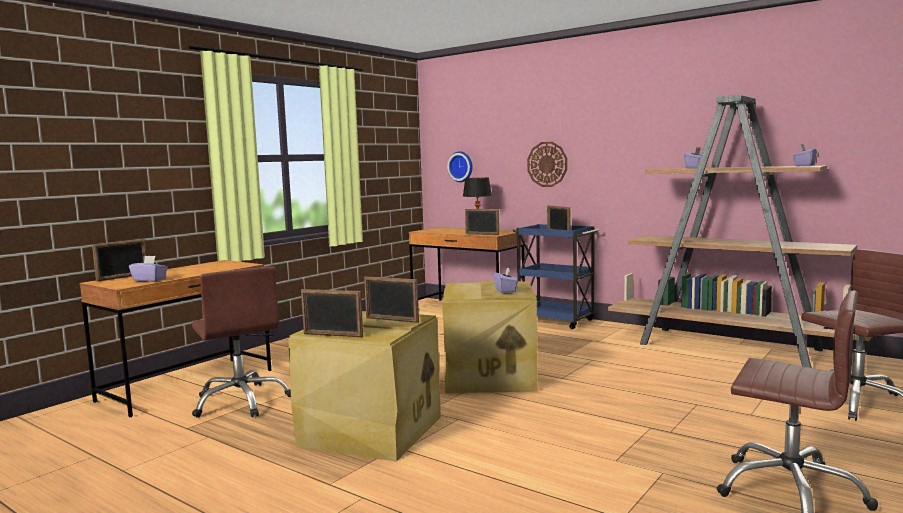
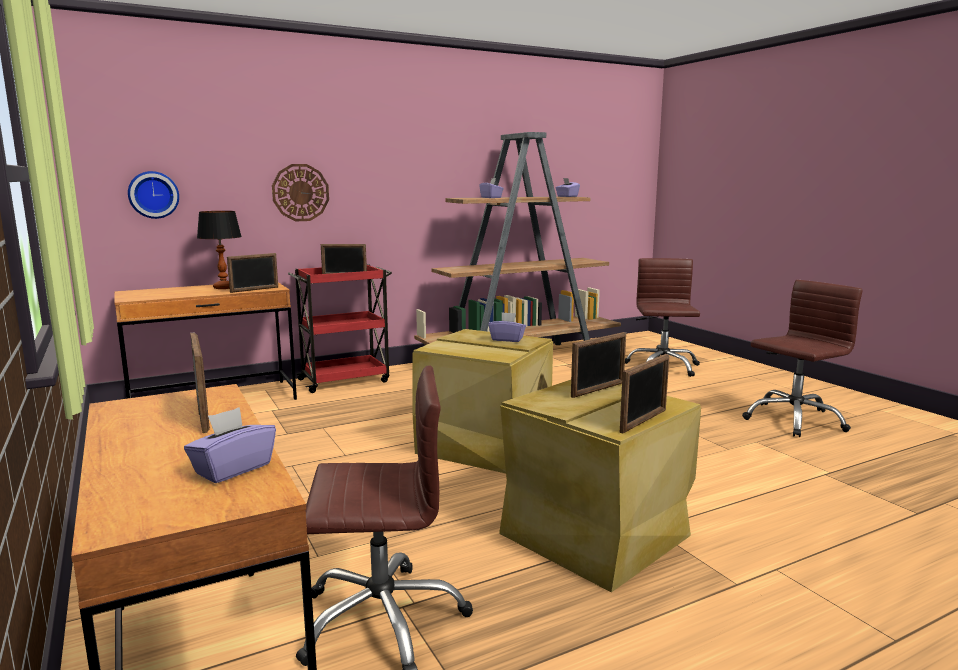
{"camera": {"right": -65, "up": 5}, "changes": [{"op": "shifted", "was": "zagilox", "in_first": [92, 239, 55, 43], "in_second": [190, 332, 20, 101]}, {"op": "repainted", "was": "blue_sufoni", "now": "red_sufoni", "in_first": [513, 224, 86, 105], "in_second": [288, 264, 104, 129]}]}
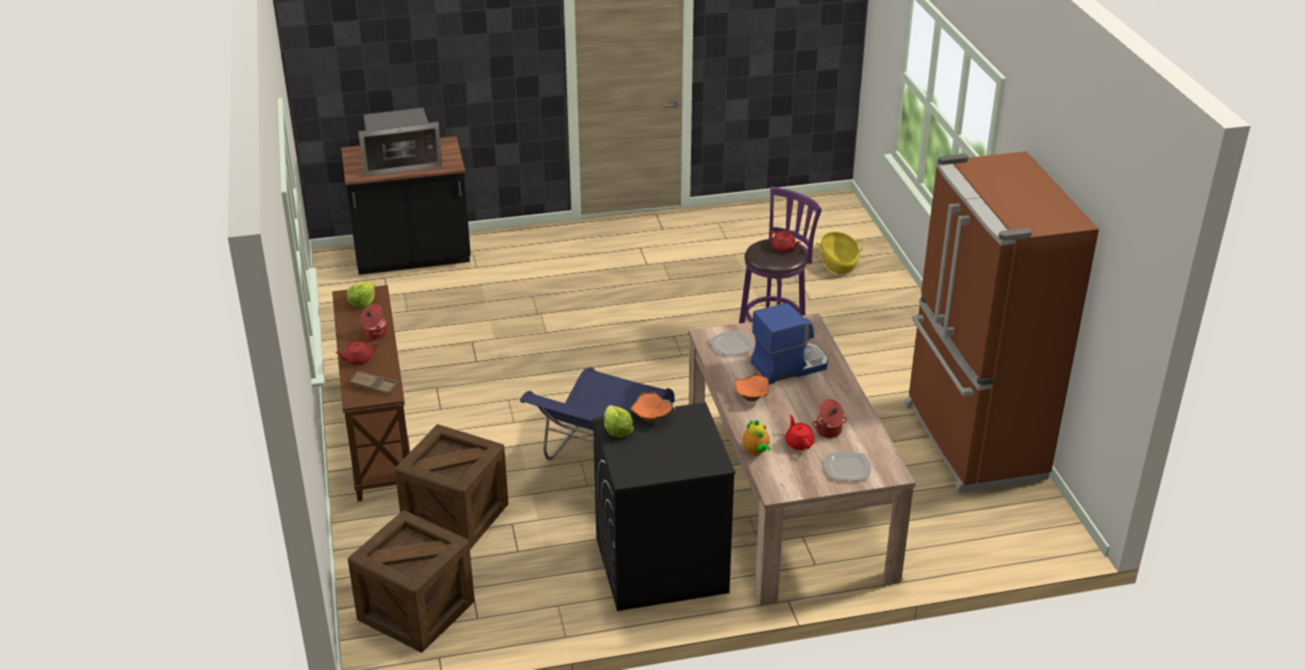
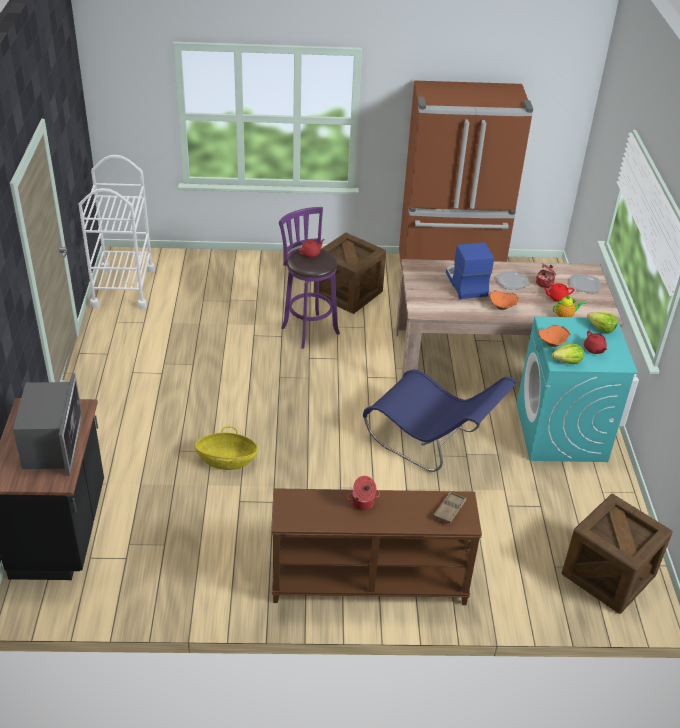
{"camera": {"right": -80, "up": 5}, "changes": [{"op": "shifted", "was": "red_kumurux", "in_first": [335, 341, 42, 24], "in_second": [584, 331, 23, 23]}, {"op": "shifted", "was": "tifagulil", "in_first": [347, 281, 28, 27], "in_second": [587, 312, 30, 21]}, {"op": "shifted", "was": "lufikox", "in_first": [395, 424, 113, 125], "in_second": [314, 232, 72, 82]}, {"op": "repainted", "was": "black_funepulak", "now": "turquoise_funepulak", "in_first": [593, 402, 142, 209], "in_second": [517, 317, 121, 145]}, {"op": "shifted", "was": "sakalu", "in_first": [709, 330, 46, 26], "in_second": [496, 271, 34, 18]}, {"op": "shifted", "was": "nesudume", "in_first": [816, 231, 48, 43], "in_second": [195, 426, 63, 44]}, {"op": "new", "now": "white_sufoni", "in_second": [79, 155, 76, 154]}]}
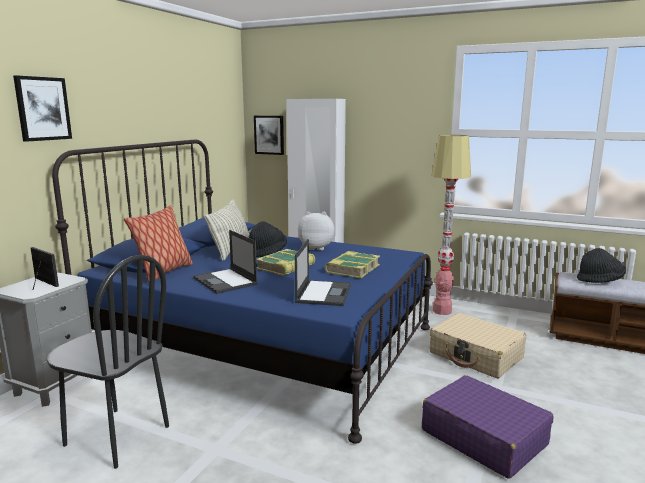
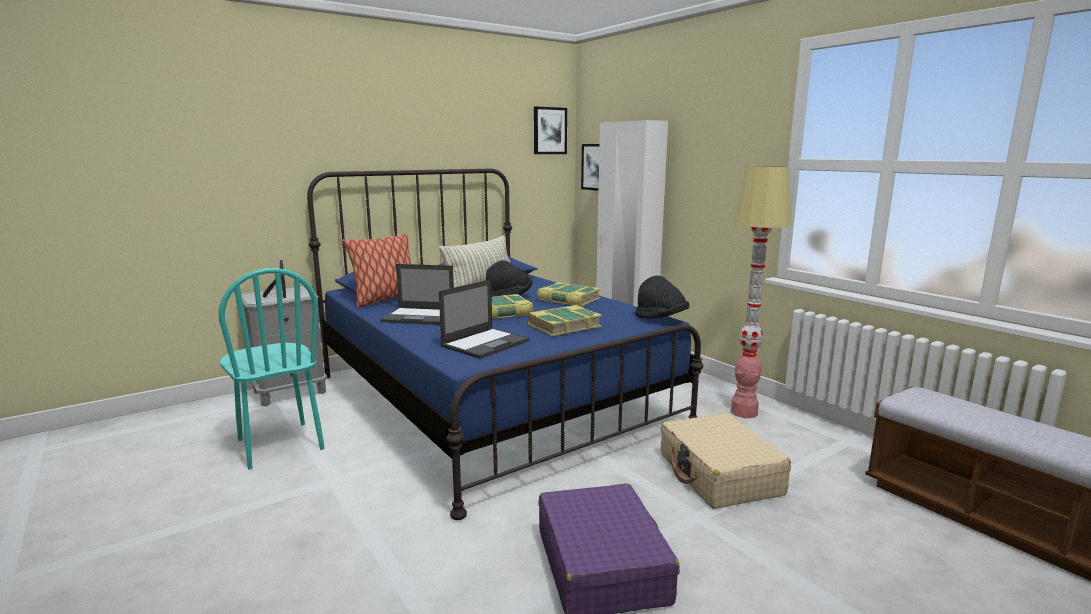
{"camera": {"right": 30, "up": 0}, "changes": [{"op": "shifted", "was": "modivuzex", "in_first": [13, 75, 59, 67], "in_second": [534, 106, 33, 48]}, {"op": "repainted", "was": "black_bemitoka", "now": "turquoise_bemitoka", "in_first": [46, 255, 123, 214], "in_second": [219, 268, 106, 202]}, {"op": "rotated", "was": "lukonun", "in_first": [194, 230, 64, 64], "in_second": [380, 264, 74, 61], "clockwise": -75}, {"op": "swapped", "was": "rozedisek", "now": "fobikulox", "in_first": [298, 211, 37, 40], "in_second": [537, 282, 64, 25]}, {"op": "shifted", "was": "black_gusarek", "in_first": [577, 248, 49, 35], "in_second": [635, 275, 54, 44]}]}
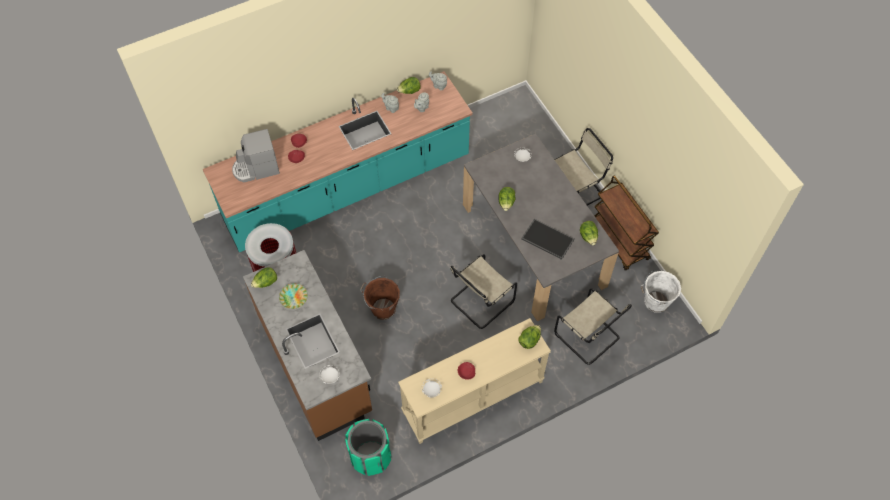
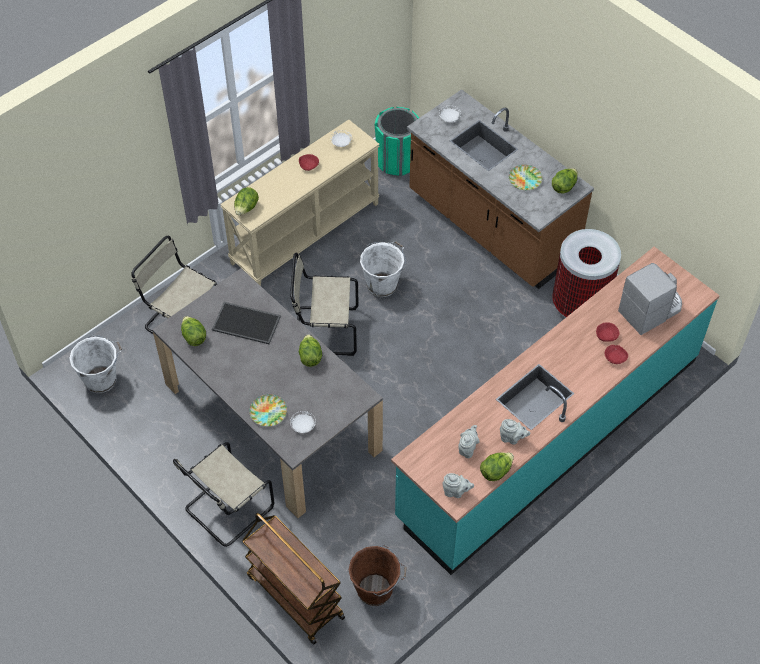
{"camera": {"right": 165, "up": -5}, "changes": [{"op": "shifted", "was": "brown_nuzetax", "in_first": [360, 276, 40, 44], "in_second": [348, 545, 59, 61]}, {"op": "rotated", "was": "beige_bemitoka", "in_first": [450, 254, 67, 75], "in_second": [290, 253, 69, 103], "clockwise": -120}, {"op": "shifted", "was": "brown_sufoni", "in_first": [594, 176, 65, 95], "in_second": [242, 512, 103, 132]}, {"op": "new", "now": "sakalu", "in_second": [249, 394, 38, 33]}, {"op": "new", "now": "white_nuzetax", "in_second": [360, 241, 46, 56]}]}
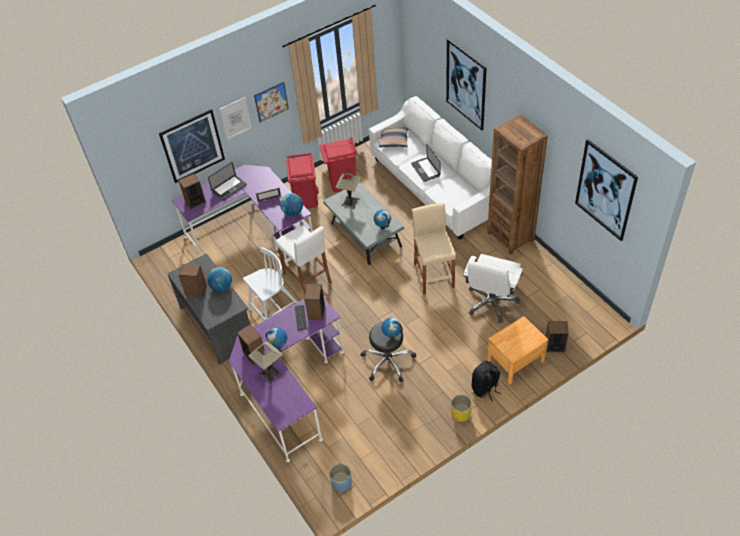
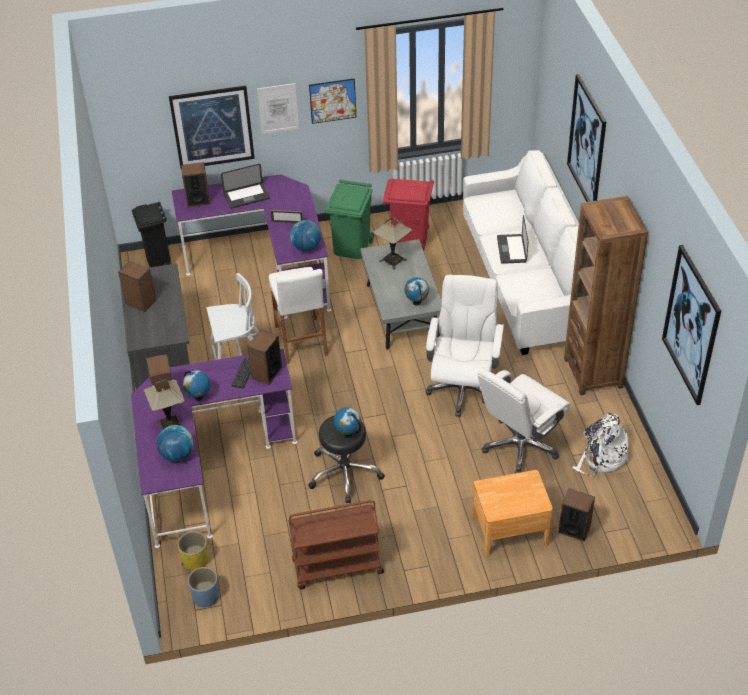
{"camera": {"right": 20, "up": -5}, "changes": [{"op": "shifted", "was": "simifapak", "in_first": [207, 267, 25, 25], "in_second": [157, 425, 36, 37]}, {"op": "repainted", "was": "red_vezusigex", "now": "green_vezusigex", "in_first": [286, 153, 33, 55], "in_second": [325, 180, 49, 79]}, {"op": "gone", "was": "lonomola", "in_first": [379, 127, 30, 21]}, {"op": "swapped", "was": "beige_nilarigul", "now": "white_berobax", "in_first": [412, 203, 44, 92], "in_second": [426, 275, 78, 142]}, {"op": "shifted", "was": "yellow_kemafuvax", "in_first": [451, 394, 21, 28], "in_second": [178, 531, 31, 40]}, {"op": "gone", "was": "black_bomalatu", "in_first": [472, 361, 29, 40]}, {"op": "new", "now": "black_vezusigex", "in_second": [132, 201, 39, 66]}, {"op": "new", "now": "brown_sufoni", "in_second": [288, 500, 96, 89]}, {"op": "new", "now": "white_bomalatu", "in_second": [572, 413, 57, 64]}]}
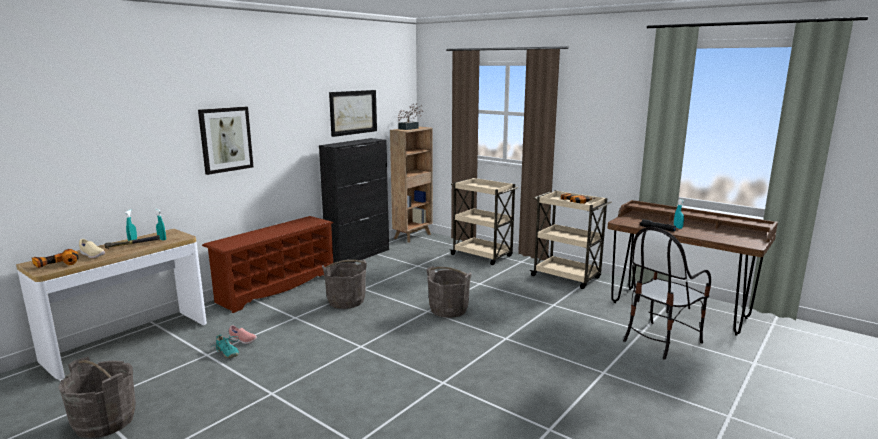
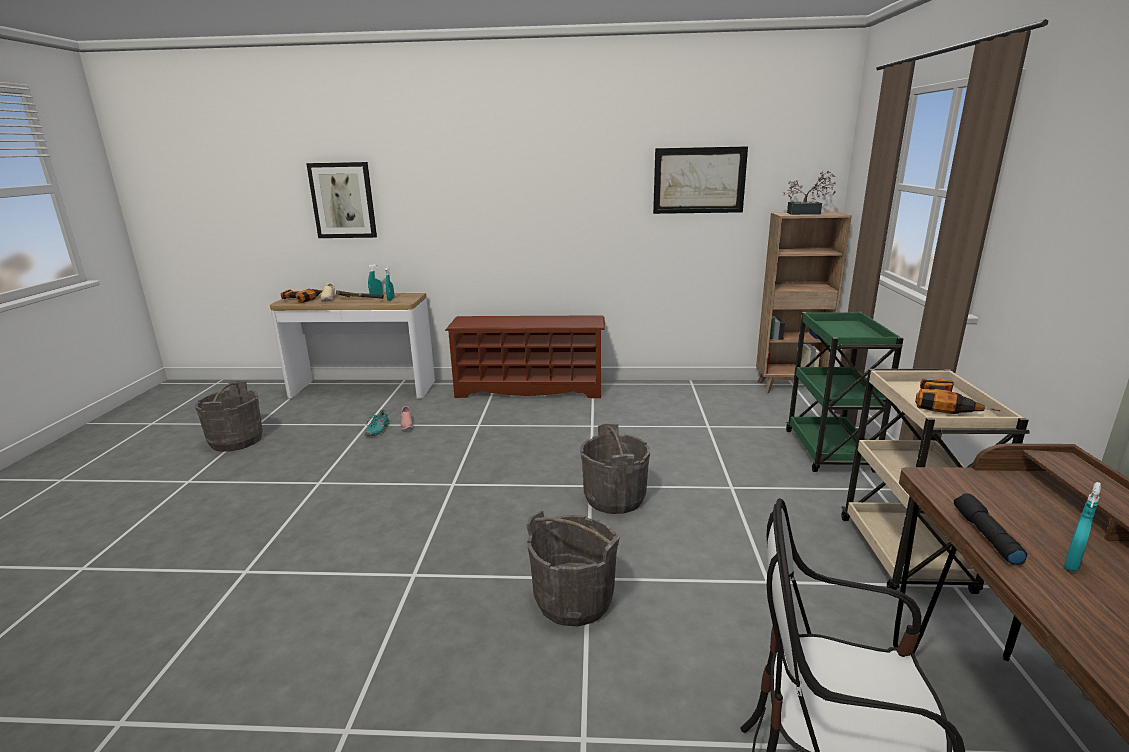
{"camera": {"right": 55, "up": 5}, "changes": [{"op": "shifted", "was": "modivuzex", "in_first": [198, 107, 56, 68], "in_second": [306, 162, 71, 76]}, {"op": "gone", "was": "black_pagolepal", "in_first": [319, 138, 70, 127]}, {"op": "shifted", "was": "grey_nuzetax", "in_first": [322, 259, 45, 50], "in_second": [526, 511, 94, 115]}, {"op": "repainted", "was": "beige_sufoni", "now": "green_sufoni", "in_first": [450, 178, 68, 87], "in_second": [786, 312, 118, 161]}]}
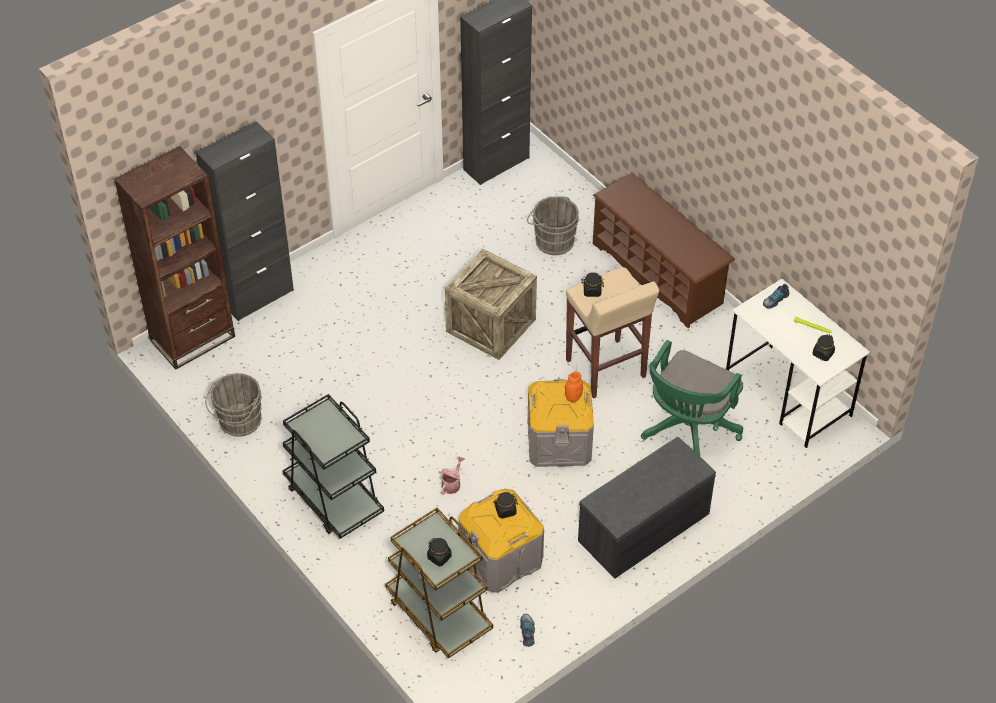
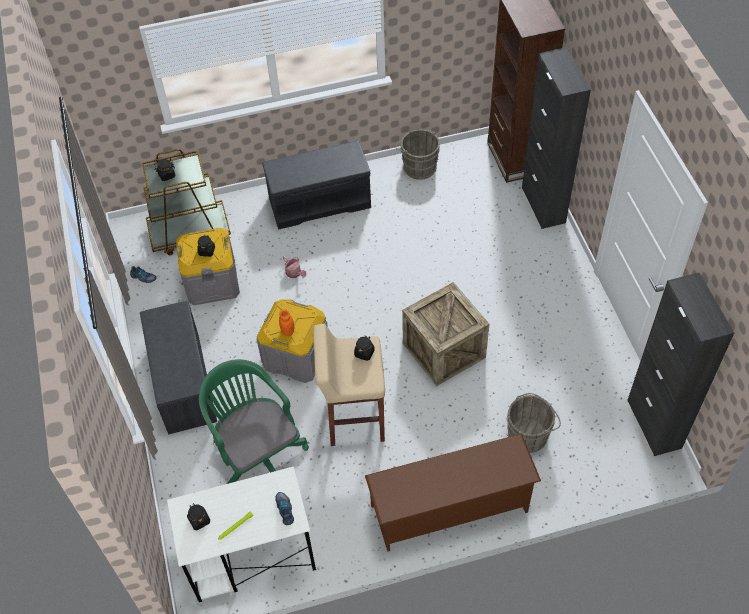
{"camera": {"right": 115, "up": 5}, "changes": [{"op": "swapped", "was": "black_sufoni", "now": "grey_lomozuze", "in_first": [283, 394, 101, 145], "in_second": [262, 141, 109, 89]}]}
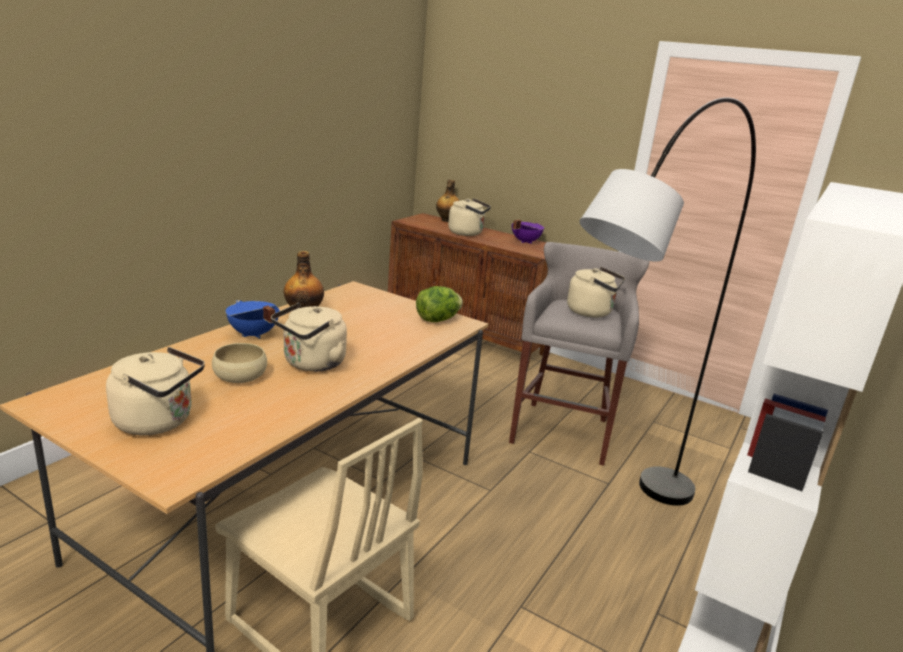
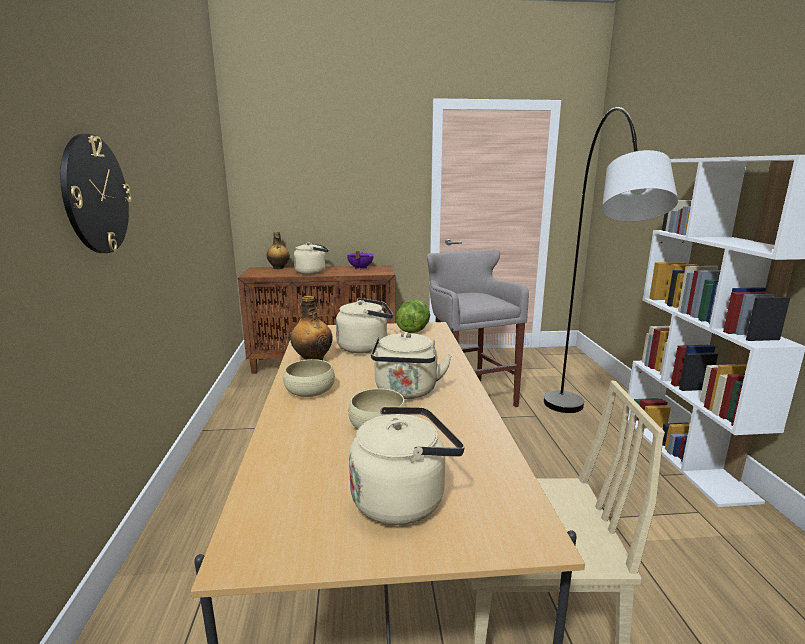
{"camera": {"right": -35, "up": -5}, "changes": [{"op": "swapped", "was": "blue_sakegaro", "now": "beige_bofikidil", "in_first": [226, 300, 54, 39], "in_second": [283, 359, 52, 38]}, {"op": "shifted", "was": "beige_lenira", "in_first": [567, 267, 58, 51], "in_second": [336, 298, 57, 55]}, {"op": "new", "now": "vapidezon", "in_second": [60, 134, 71, 119]}]}
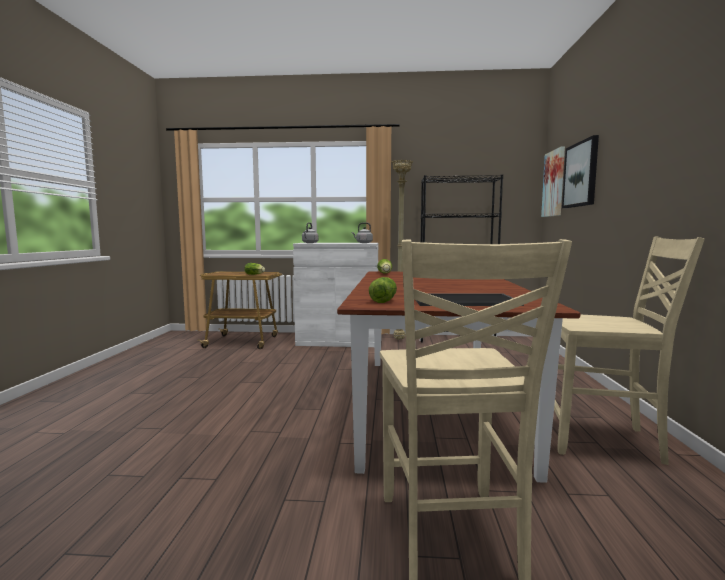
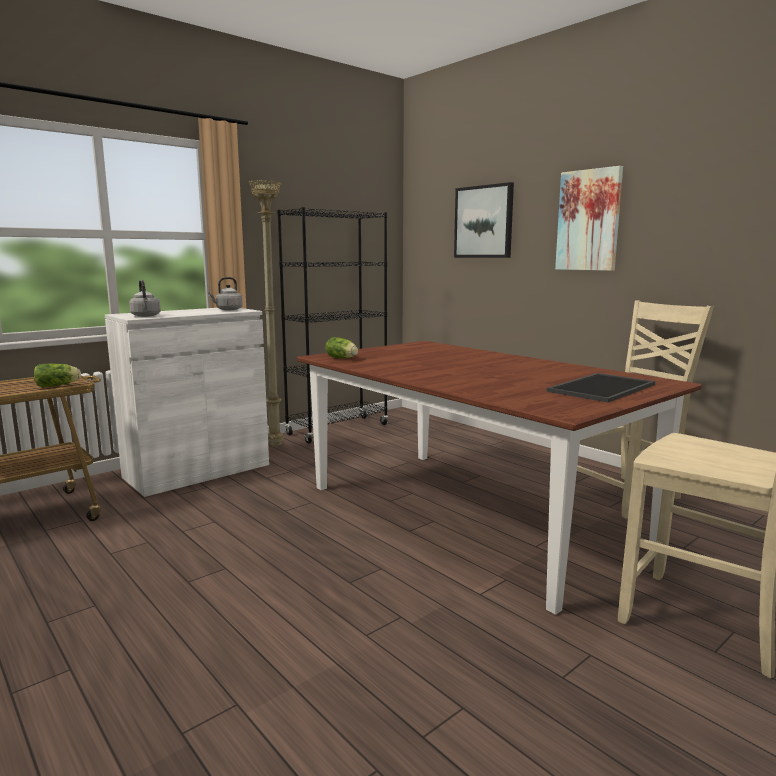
{"camera": {"right": -45, "up": 5}, "changes": [{"op": "gone", "was": "tifagulil", "in_first": [369, 277, 28, 26]}, {"op": "shifted", "was": "modivuzex", "in_first": [541, 146, 24, 71], "in_second": [555, 166, 68, 105]}]}
